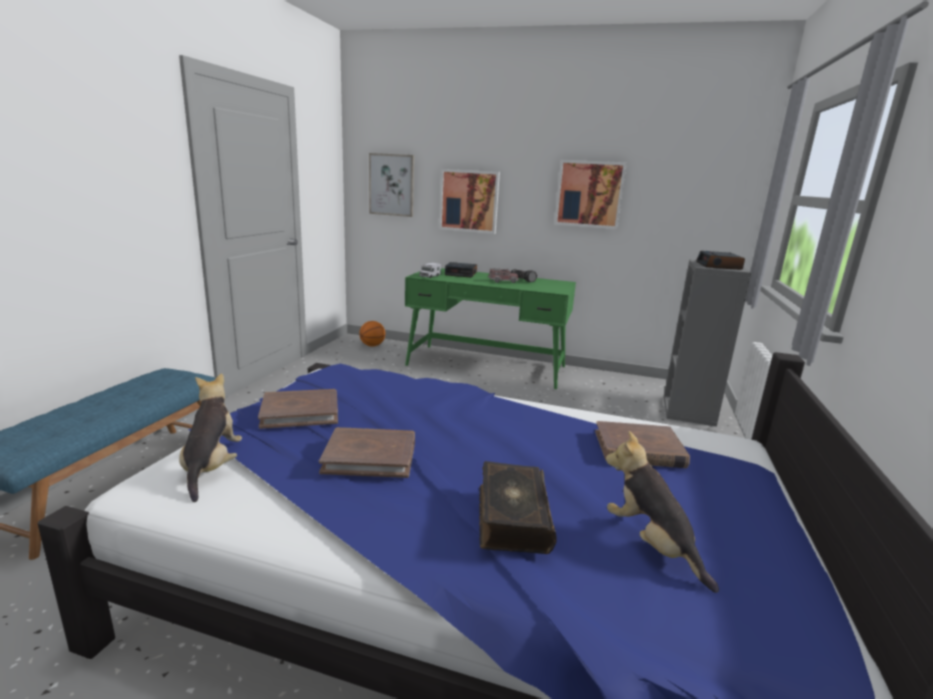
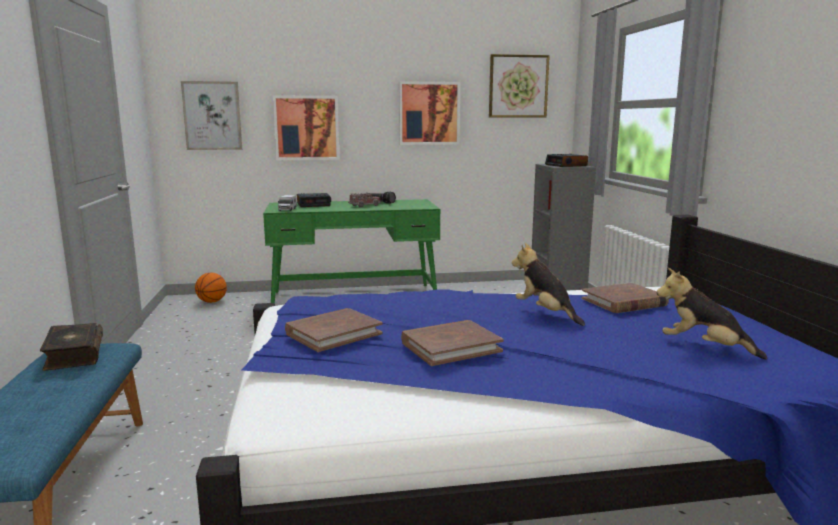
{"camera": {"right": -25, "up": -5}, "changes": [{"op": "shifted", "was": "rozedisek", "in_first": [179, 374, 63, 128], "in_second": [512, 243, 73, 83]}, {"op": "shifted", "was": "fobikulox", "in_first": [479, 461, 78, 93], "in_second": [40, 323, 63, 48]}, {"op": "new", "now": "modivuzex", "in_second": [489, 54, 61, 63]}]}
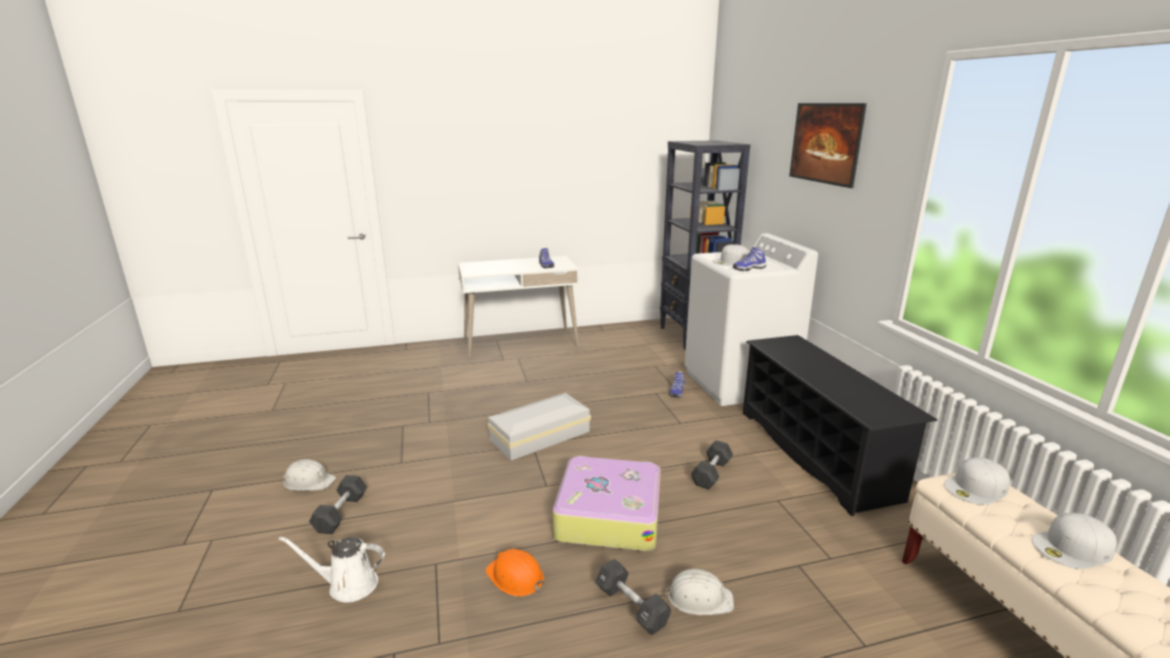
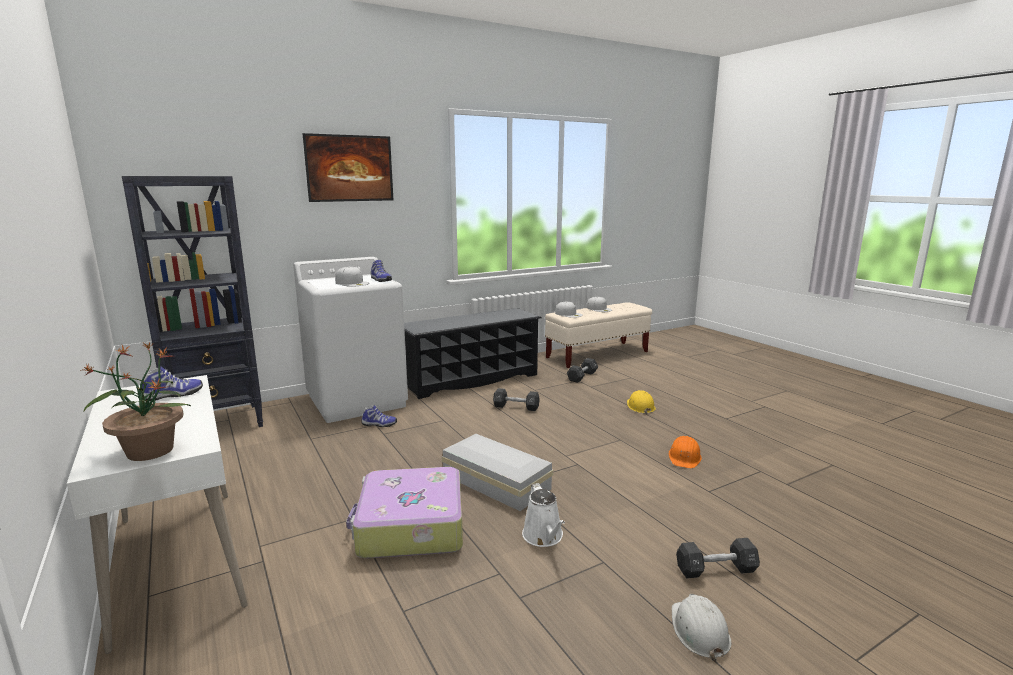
{"camera": {"right": -105, "up": -5}, "changes": [{"op": "shifted", "was": "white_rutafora", "in_first": [278, 536, 107, 67], "in_second": [522, 483, 43, 64]}, {"op": "shifted", "was": "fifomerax", "in_first": [553, 456, 108, 95], "in_second": [346, 467, 117, 92]}, {"op": "shifted", "was": "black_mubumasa", "in_first": [595, 559, 76, 76], "in_second": [567, 358, 31, 25]}, {"op": "repainted", "was": "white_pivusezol", "now": "yellow_pivusezol", "in_first": [664, 569, 70, 46], "in_second": [627, 390, 29, 24]}, {"op": "new", "now": "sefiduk", "in_second": [80, 343, 111, 118]}]}
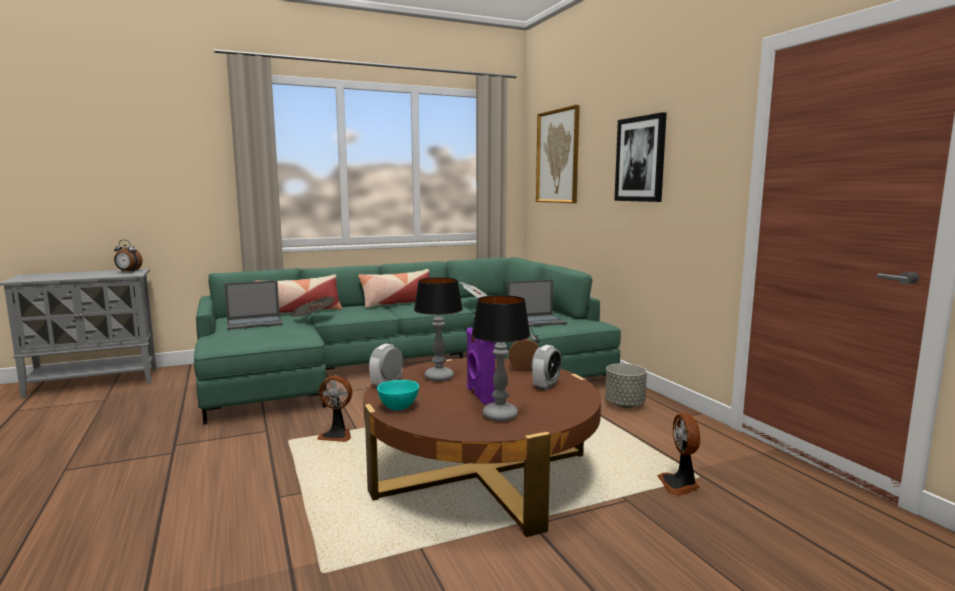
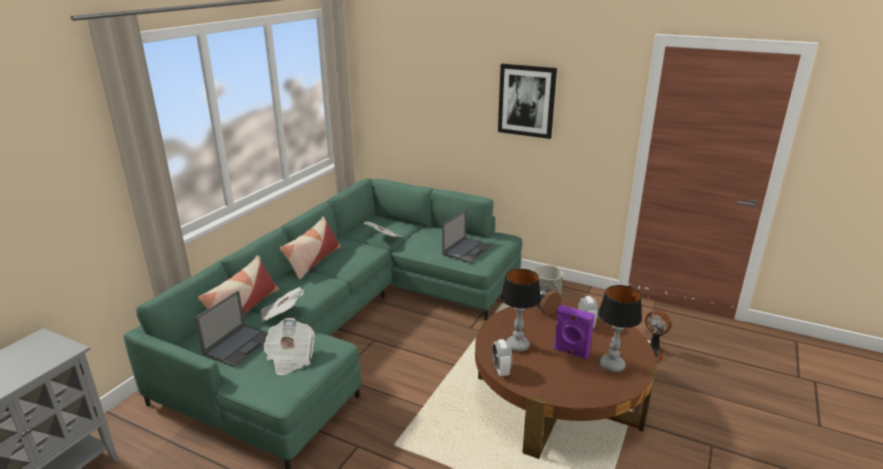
{"camera": {"right": -40, "up": 15}, "changes": [{"op": "gone", "was": "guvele", "in_first": [114, 240, 28, 32]}, {"op": "gone", "was": "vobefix", "in_first": [317, 376, 35, 66]}, {"op": "gone", "was": "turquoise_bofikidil", "in_first": [377, 380, 42, 30]}, {"op": "gone", "was": "modivuzex", "in_first": [536, 105, 44, 98]}, {"op": "new", "now": "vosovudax", "in_second": [263, 318, 52, 58]}]}
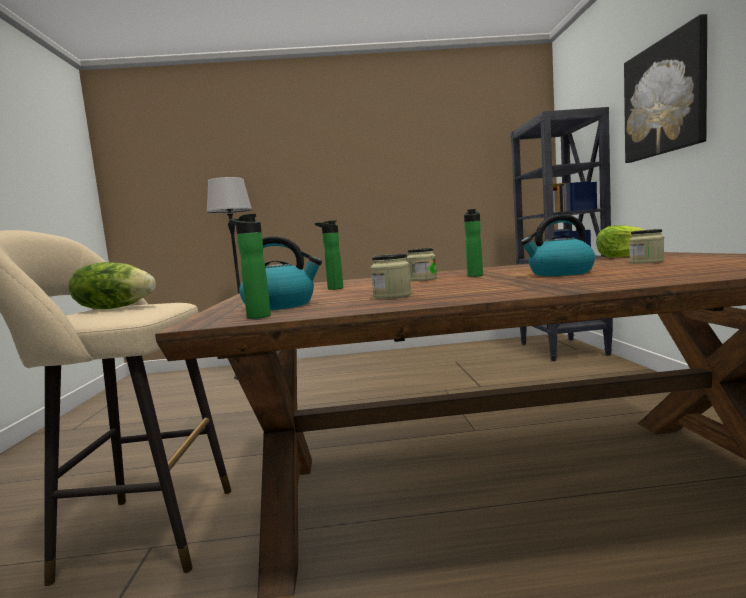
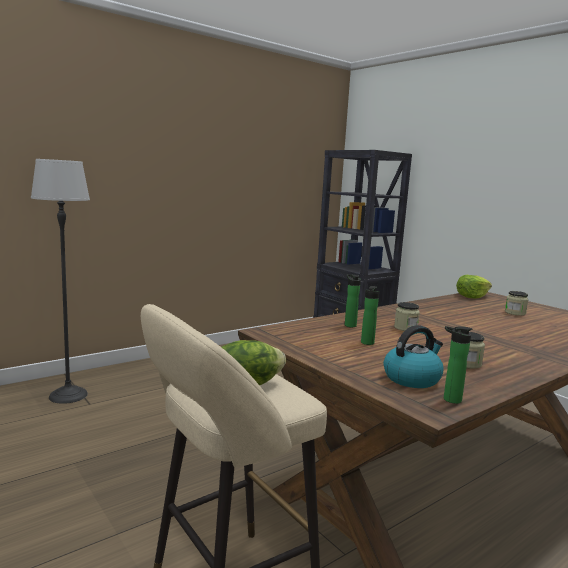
{"camera": {"right": -35, "up": 5}, "changes": [{"op": "shifted", "was": "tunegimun", "in_first": [464, 209, 19, 68], "in_second": [345, 274, 16, 53]}, {"op": "gone", "was": "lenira", "in_first": [521, 214, 74, 62]}, {"op": "gone", "was": "modivuzex", "in_first": [624, 14, 83, 149]}]}
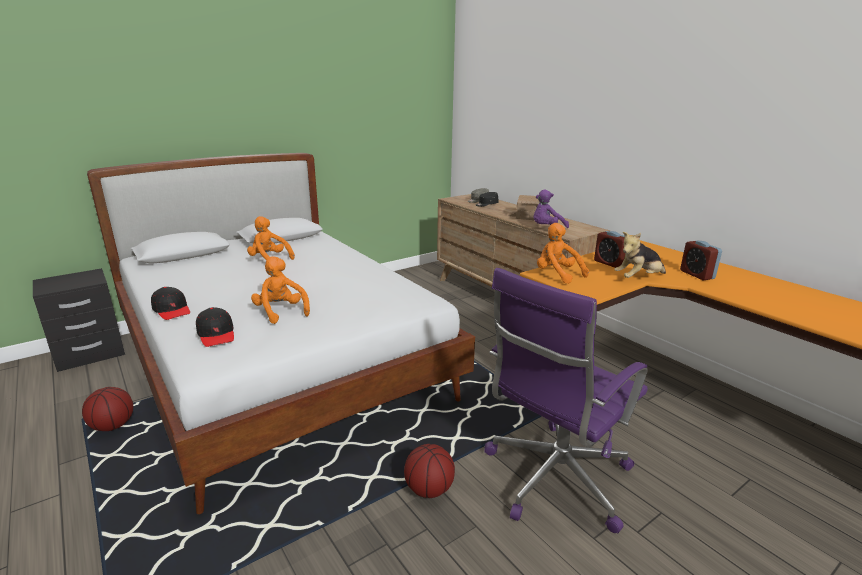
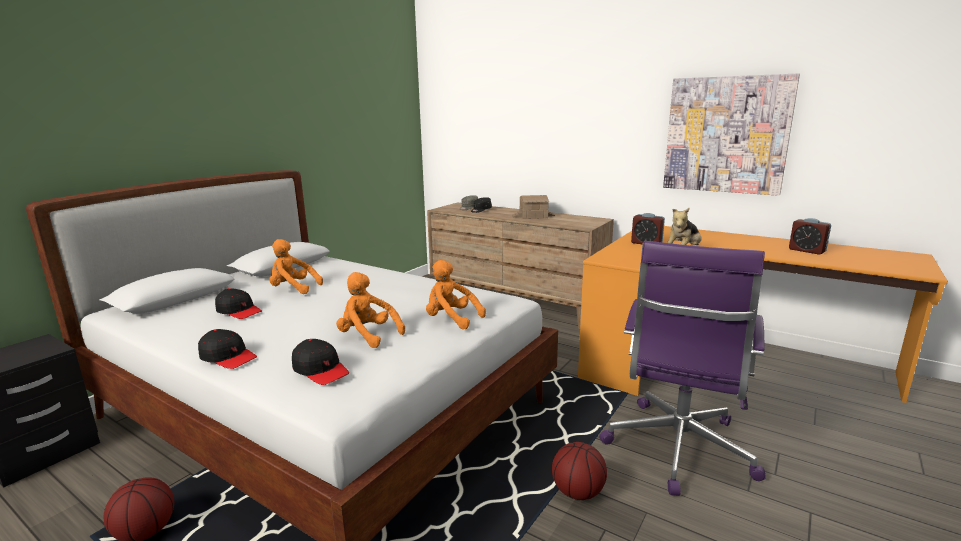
{"camera": {"right": -20, "up": -5}, "changes": [{"op": "gone", "was": "purple_rozedisek", "in_first": [533, 189, 36, 39]}, {"op": "shifted", "was": "orange_rozedisek", "in_first": [537, 223, 52, 61], "in_second": [426, 260, 60, 69]}, {"op": "shifted", "was": "guvele", "in_first": [680, 241, 42, 39], "in_second": [789, 218, 42, 37]}, {"op": "new", "now": "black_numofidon", "in_second": [215, 288, 47, 31]}, {"op": "new", "now": "modivuzex", "in_second": [663, 73, 137, 123]}]}
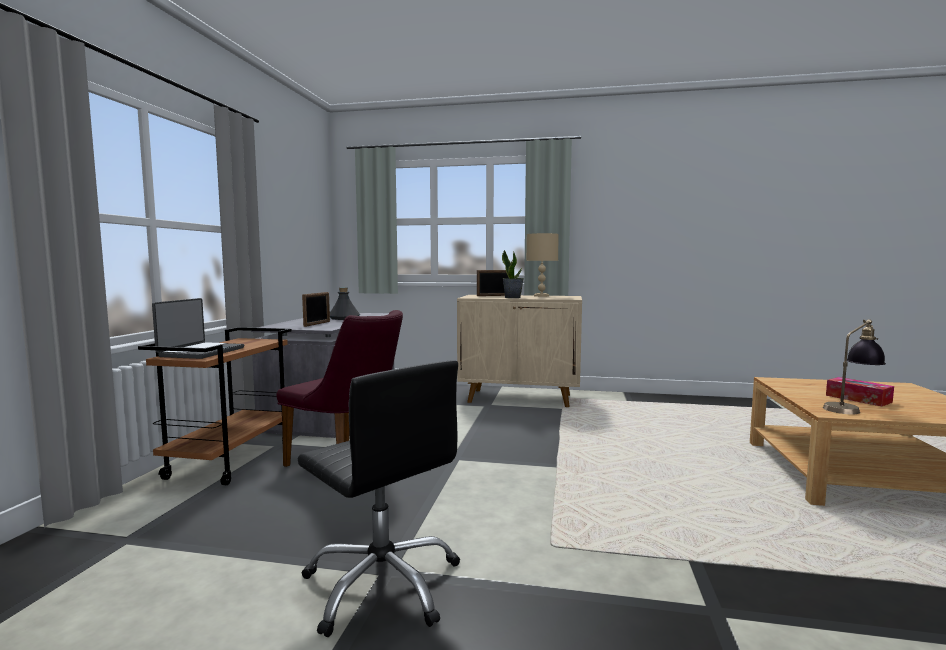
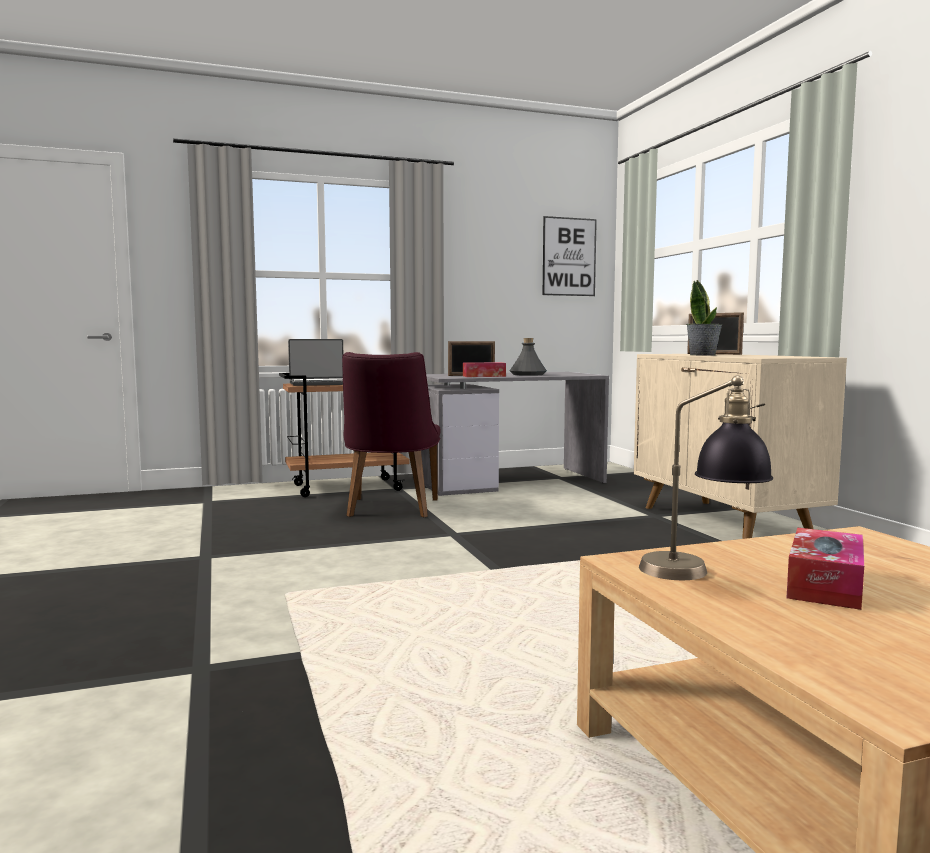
{"camera": {"right": 60, "up": 0}, "changes": [{"op": "gone", "was": "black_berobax", "in_first": [298, 360, 162, 277]}, {"op": "gone", "was": "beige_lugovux", "in_first": [526, 233, 33, 64]}, {"op": "new", "now": "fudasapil", "in_second": [463, 362, 43, 15]}, {"op": "new", "now": "modivuzex", "in_second": [543, 216, 54, 80]}]}
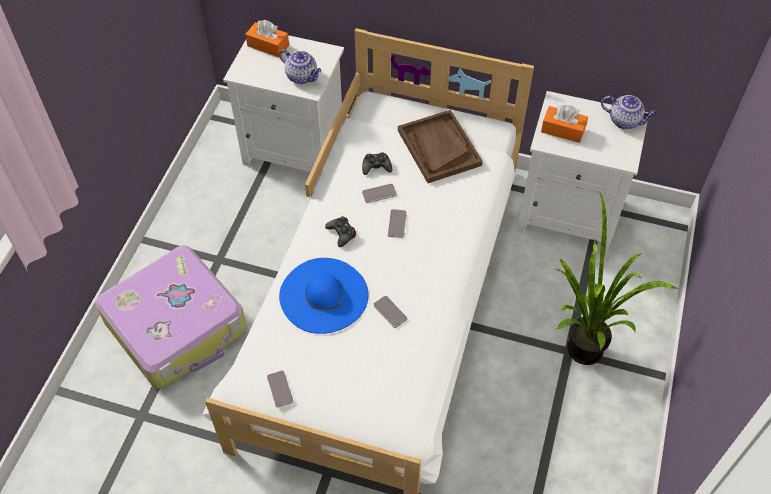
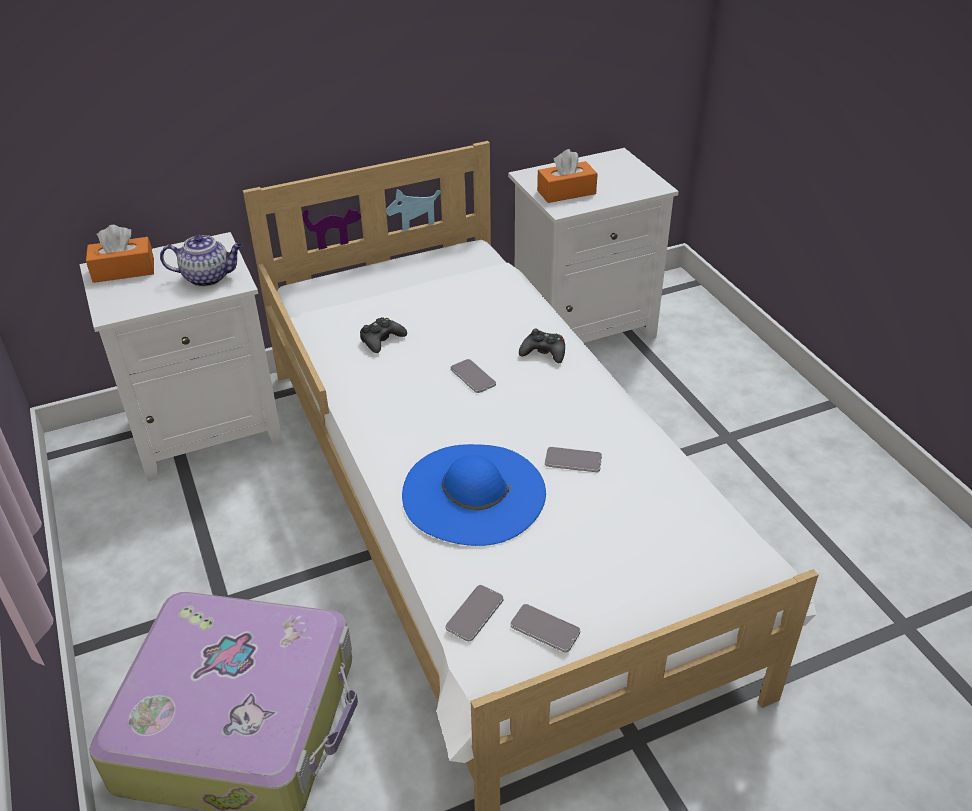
{"camera": {"right": -40, "up": -15}, "changes": [{"op": "shifted", "was": "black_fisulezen", "in_first": [325, 216, 31, 31], "in_second": [519, 329, 46, 34]}, {"op": "shifted", "was": "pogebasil", "in_first": [362, 184, 35, 19], "in_second": [446, 585, 58, 56]}, {"op": "gone", "was": "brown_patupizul", "in_first": [398, 110, 85, 73]}, {"op": "gone", "was": "sefiduk", "in_first": [555, 191, 123, 174]}, {"op": "gone", "was": "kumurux", "in_first": [601, 95, 56, 34]}]}
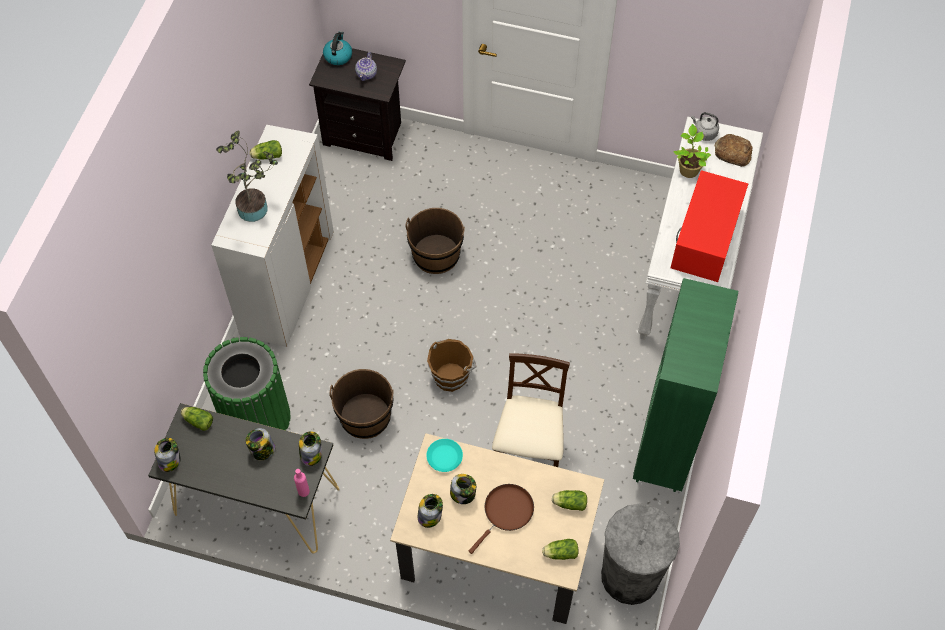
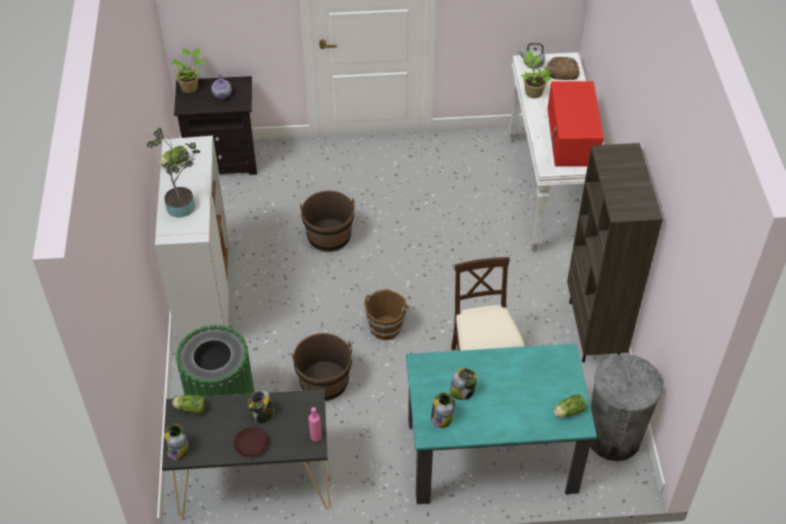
{"camera": {"right": -20, "up": -10}, "changes": [{"op": "gone", "was": "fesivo", "in_first": [299, 431, 23, 35]}, {"op": "swapped", "was": "lenira", "now": "sefiduk", "in_first": [323, 31, 29, 34], "in_second": [169, 49, 36, 44]}, {"op": "repainted", "was": "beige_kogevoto", "now": "turquoise_kogevoto", "in_first": [390, 433, 214, 191], "in_second": [406, 344, 191, 160]}, {"op": "gone", "was": "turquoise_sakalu", "in_first": [426, 439, 37, 33]}, {"op": "gone", "was": "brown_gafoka", "in_first": [468, 484, 66, 70]}, {"op": "gone", "was": "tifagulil", "in_first": [552, 490, 35, 21]}, {"op": "repainted", "was": "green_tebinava", "now": "brown_tebinava", "in_first": [633, 278, 105, 214], "in_second": [567, 143, 96, 220]}, {"op": "new", "now": "brown_sakalu", "in_second": [233, 427, 36, 30]}]}
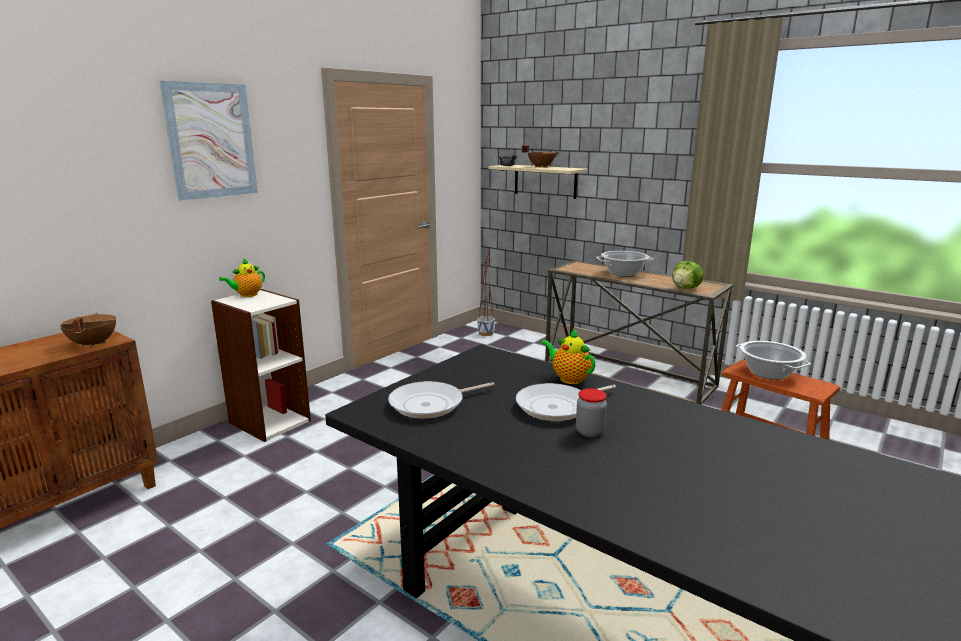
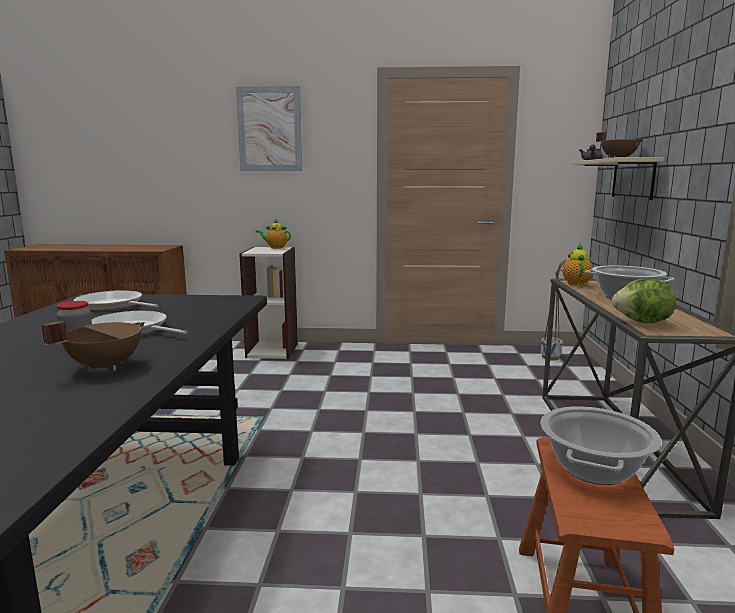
{"camera": {"right": 55, "up": -5}, "changes": [{"op": "shifted", "was": "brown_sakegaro", "in_first": [60, 313, 56, 35], "in_second": [41, 321, 104, 51]}, {"op": "shifted", "was": "kumurux", "in_first": [541, 329, 54, 55], "in_second": [563, 243, 30, 43]}]}
